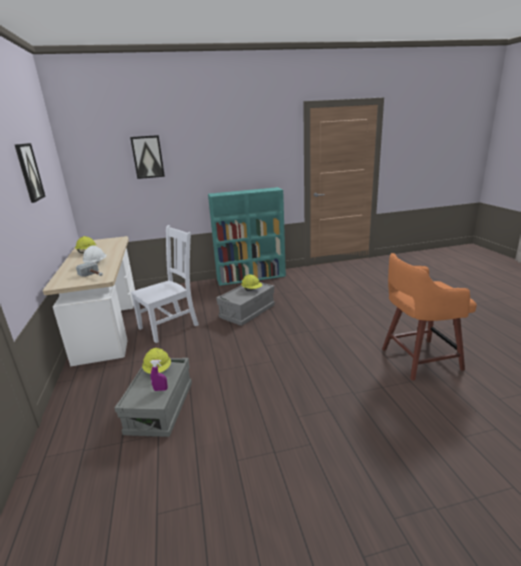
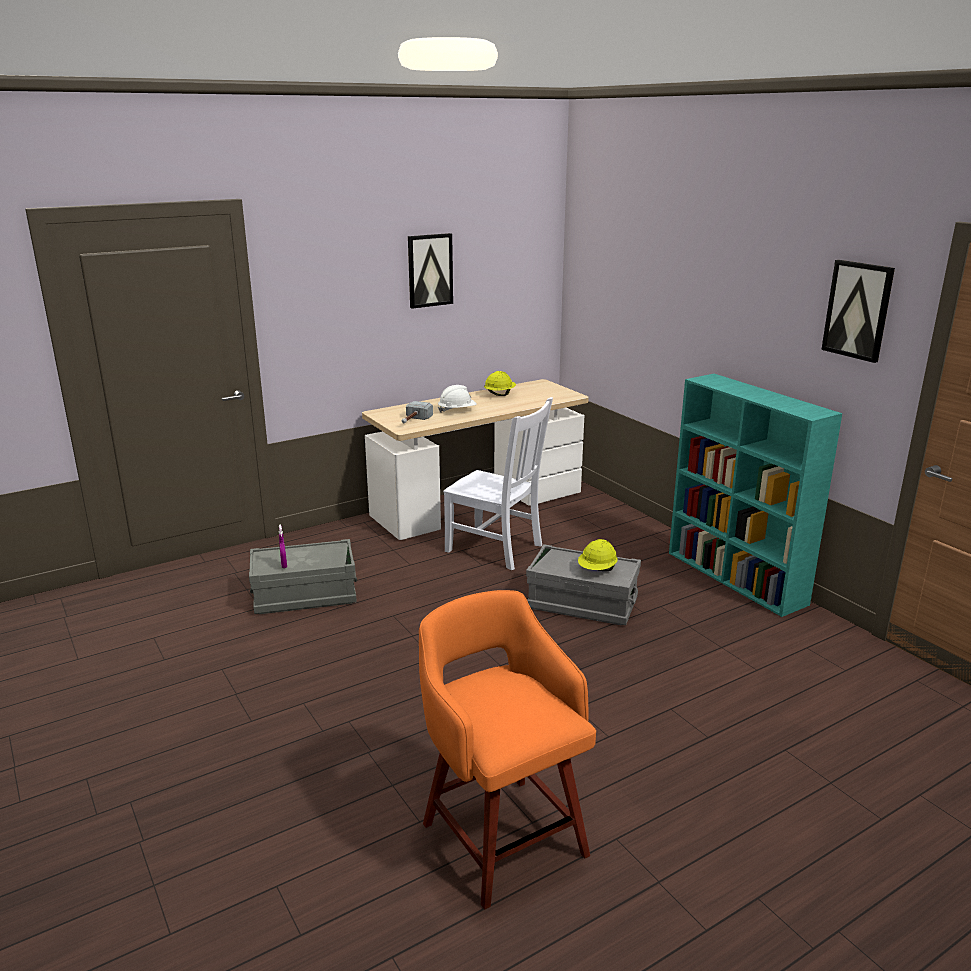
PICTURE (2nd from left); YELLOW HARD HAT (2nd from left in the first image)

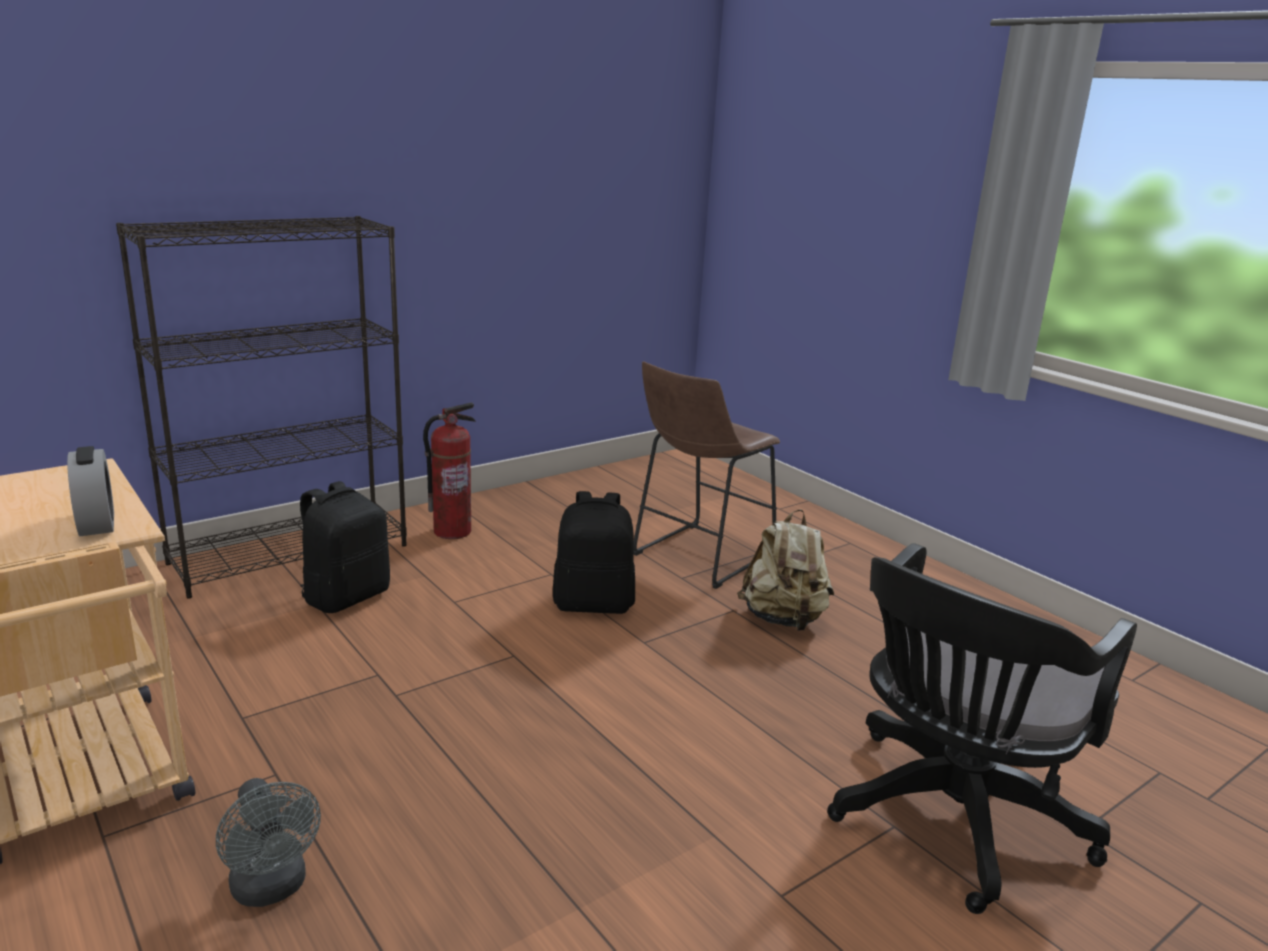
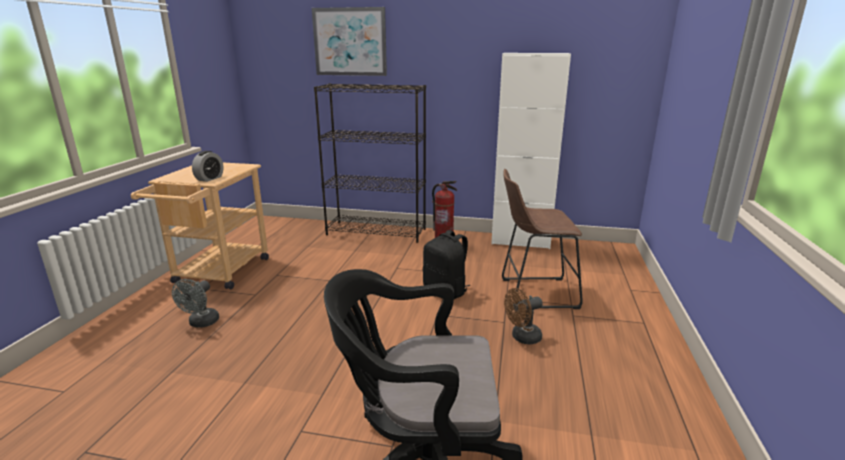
PICTURE; WHITE CABINET; BROWN FAN; BLACK BACKPACK (1st from left in the first image)

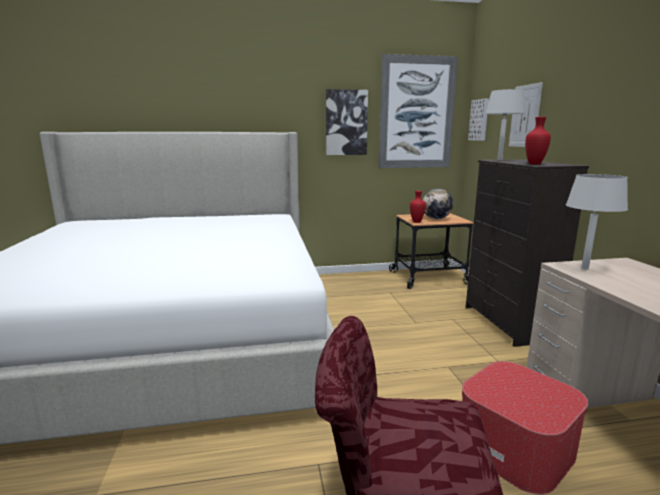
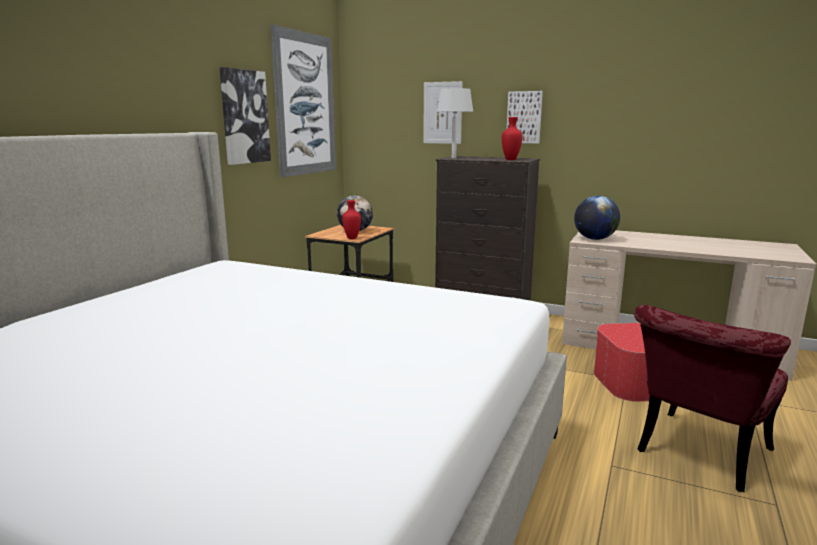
PICTURE (4th from left); GLOBE (2nd from left)

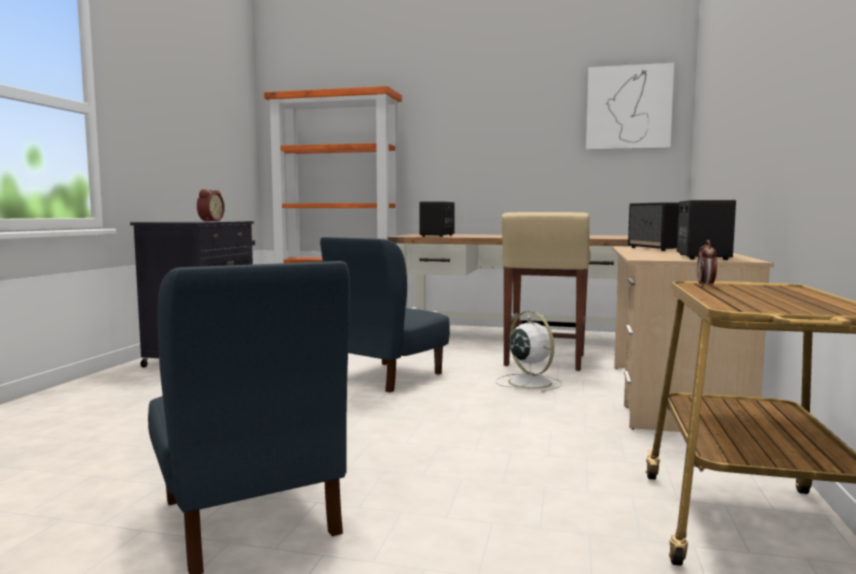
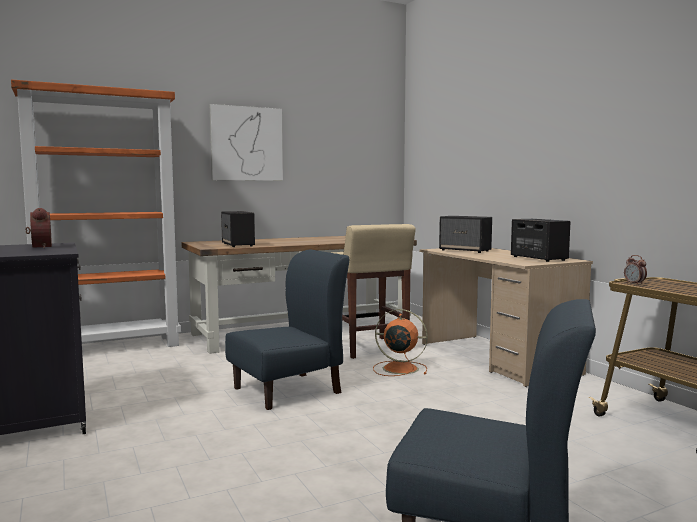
PICTURE; BLUE CHAIR (1st from left); ORANGE FAN

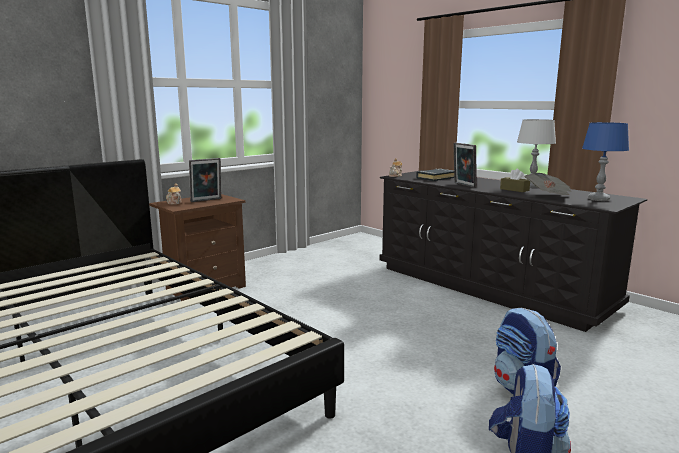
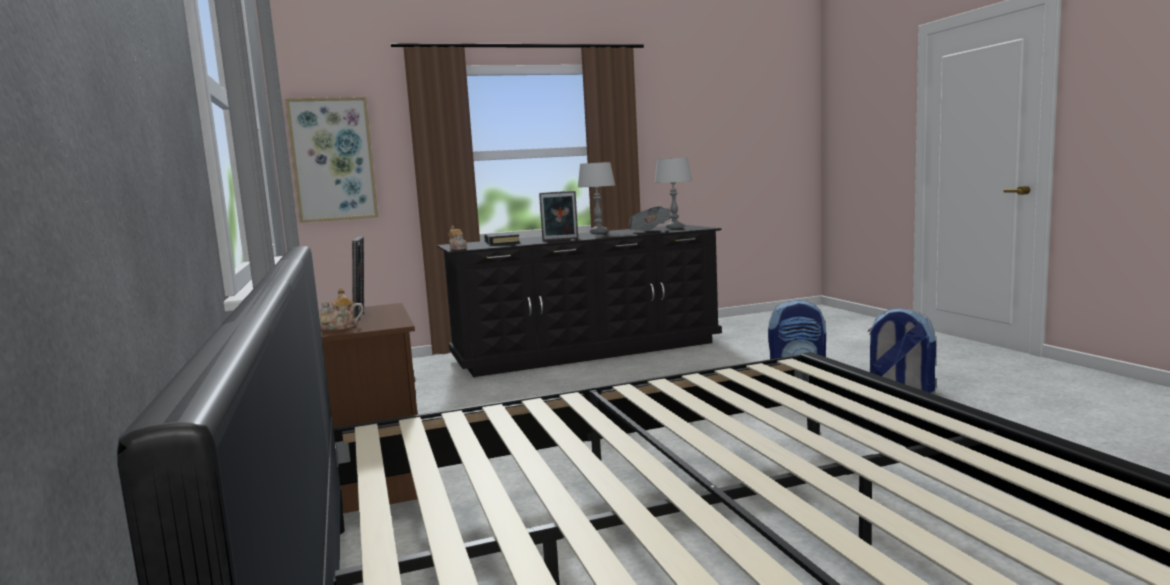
PICTURE; GREY TABLE LAMP (2nd from left); BROWN TISSUE BOX

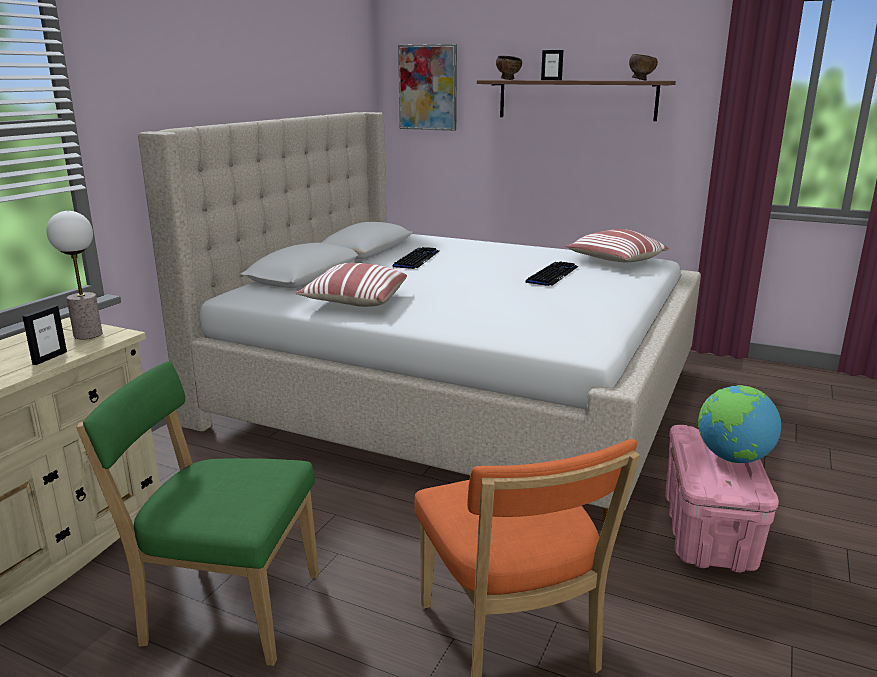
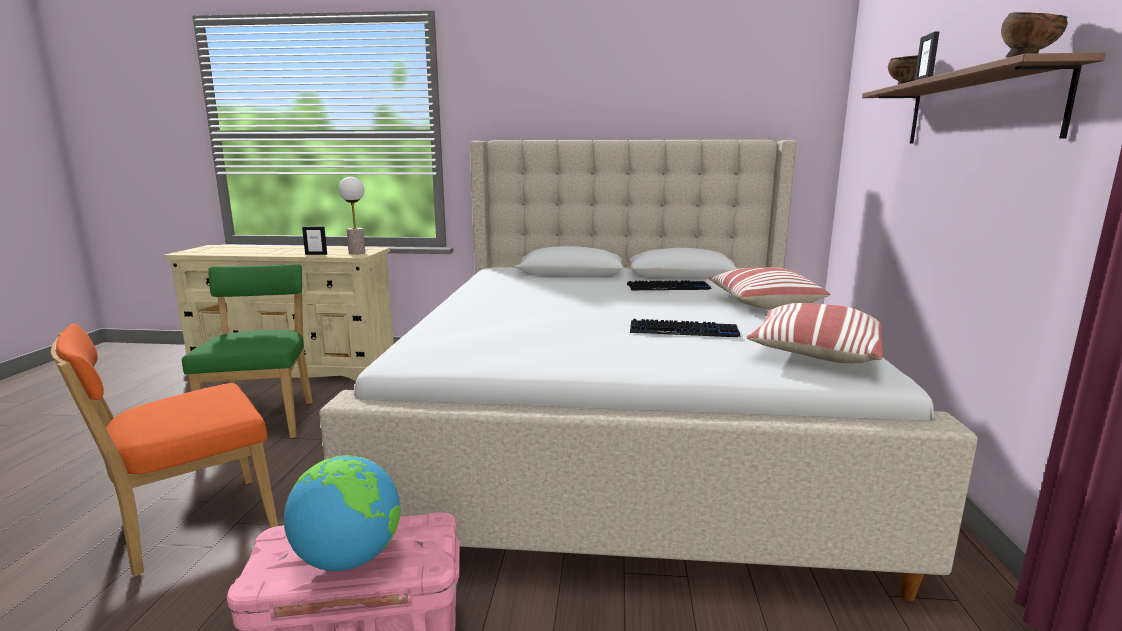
PILLOW (1st from left); PICTURE

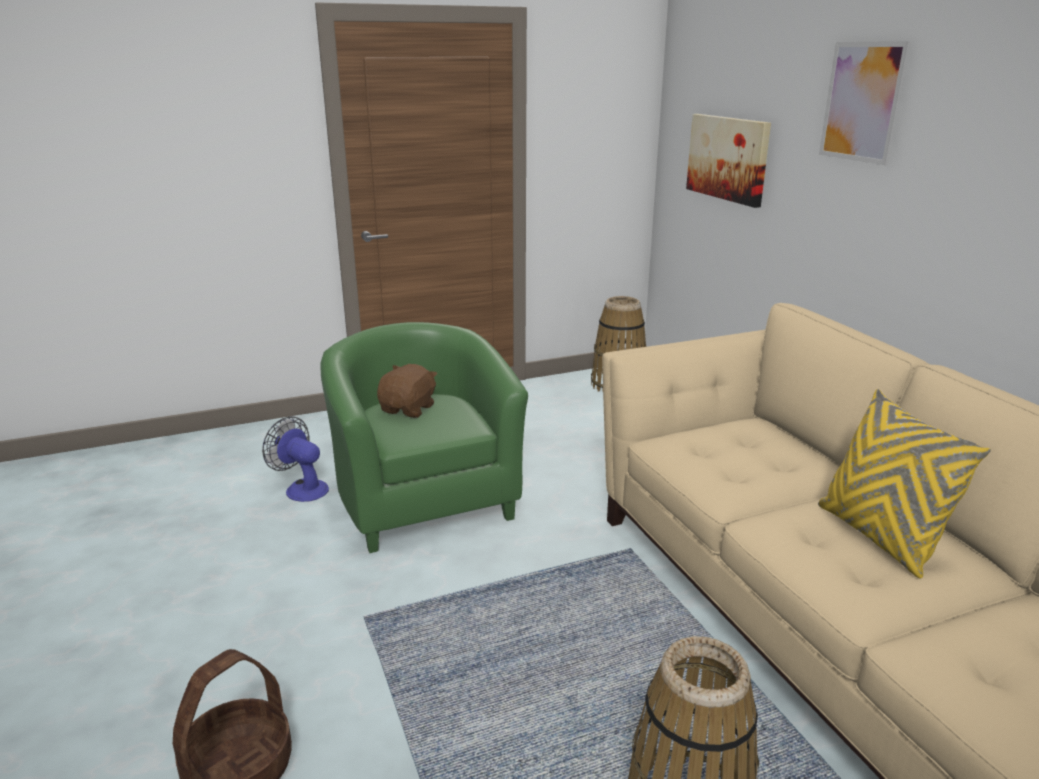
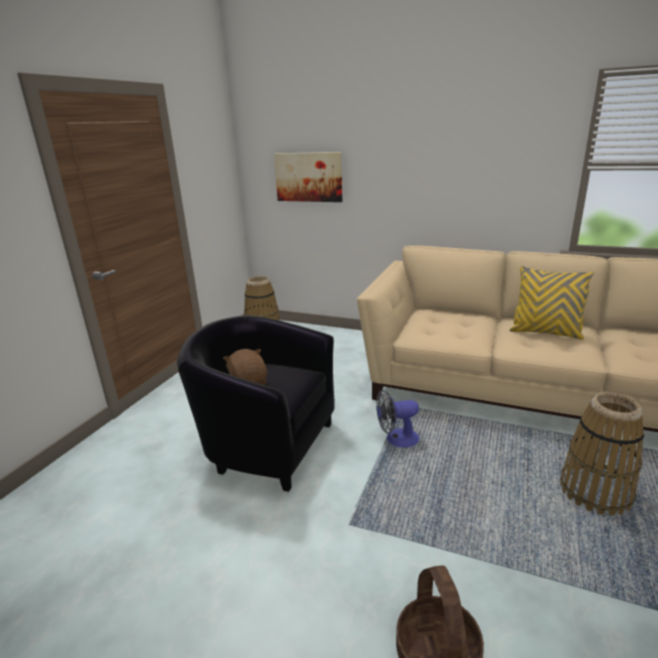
BLACK ARMCHAIR; FAN; PICTURE (2nd from left in the first image)

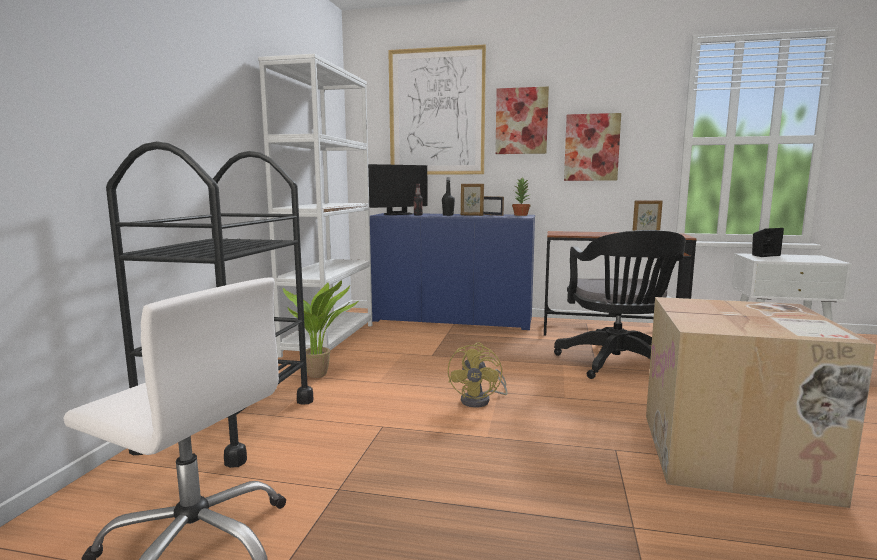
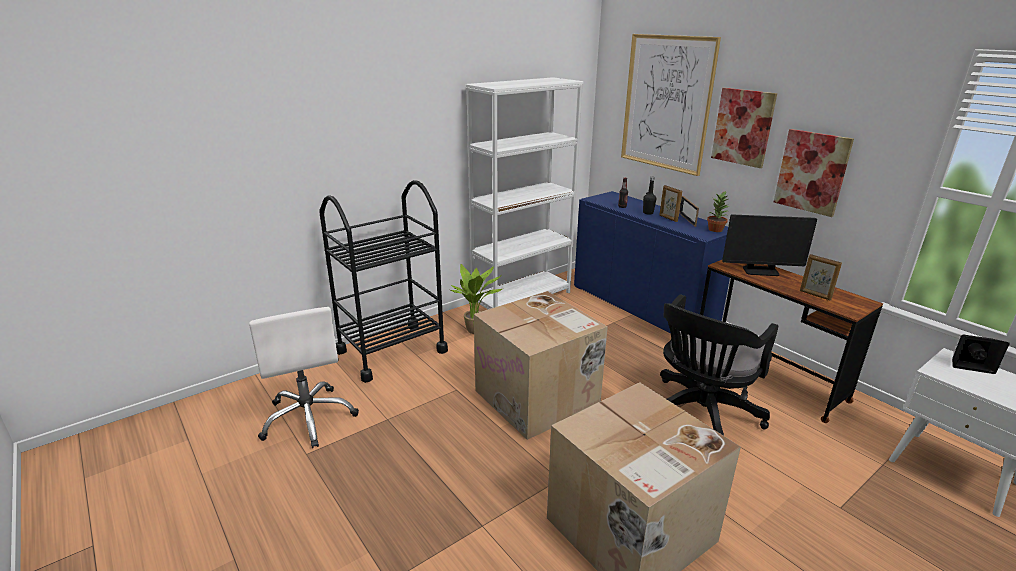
CARDBOARD BOX (1st from left); MONITOR

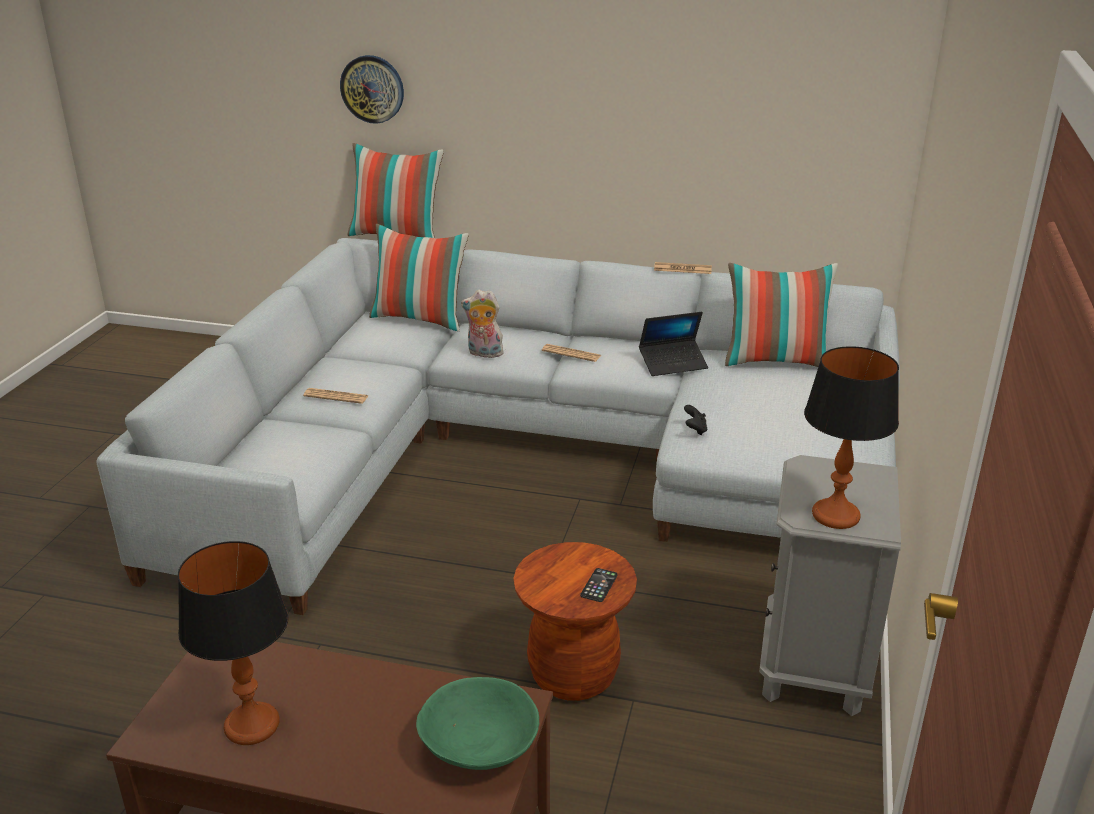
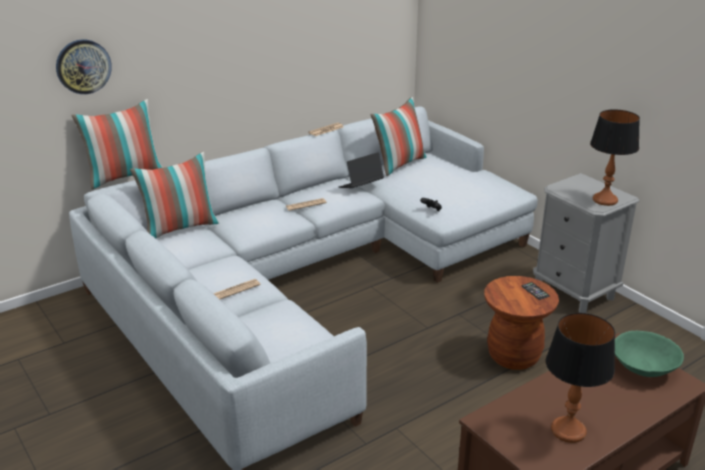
LAPTOP; PLUSH TOY

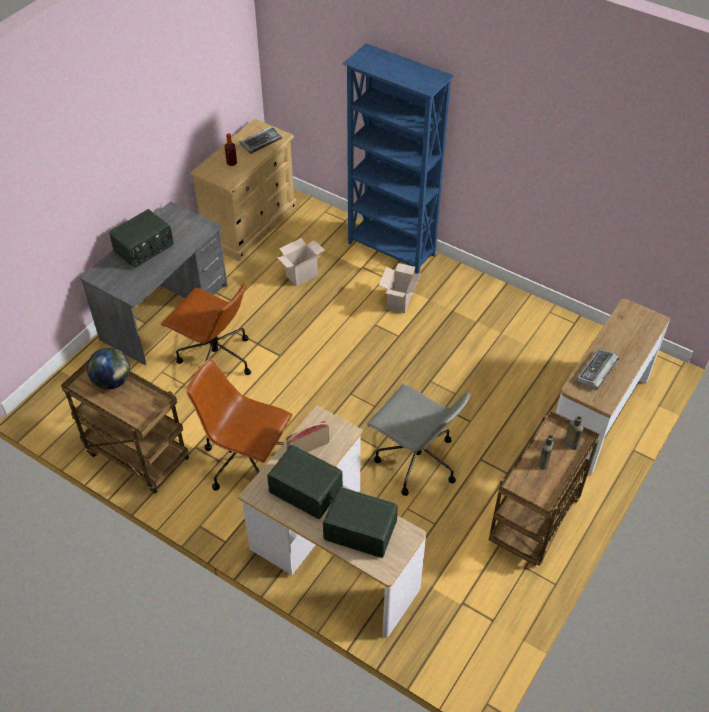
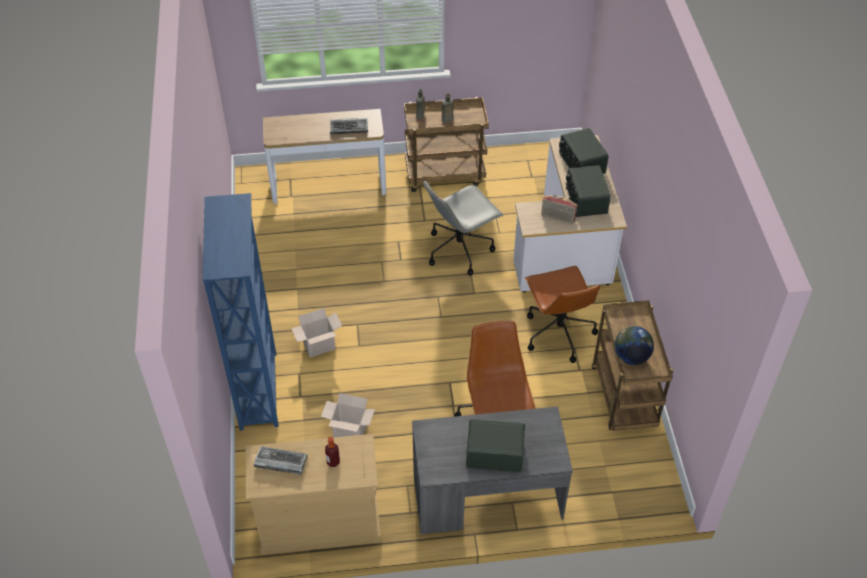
GREY OFFICE CHAIR

